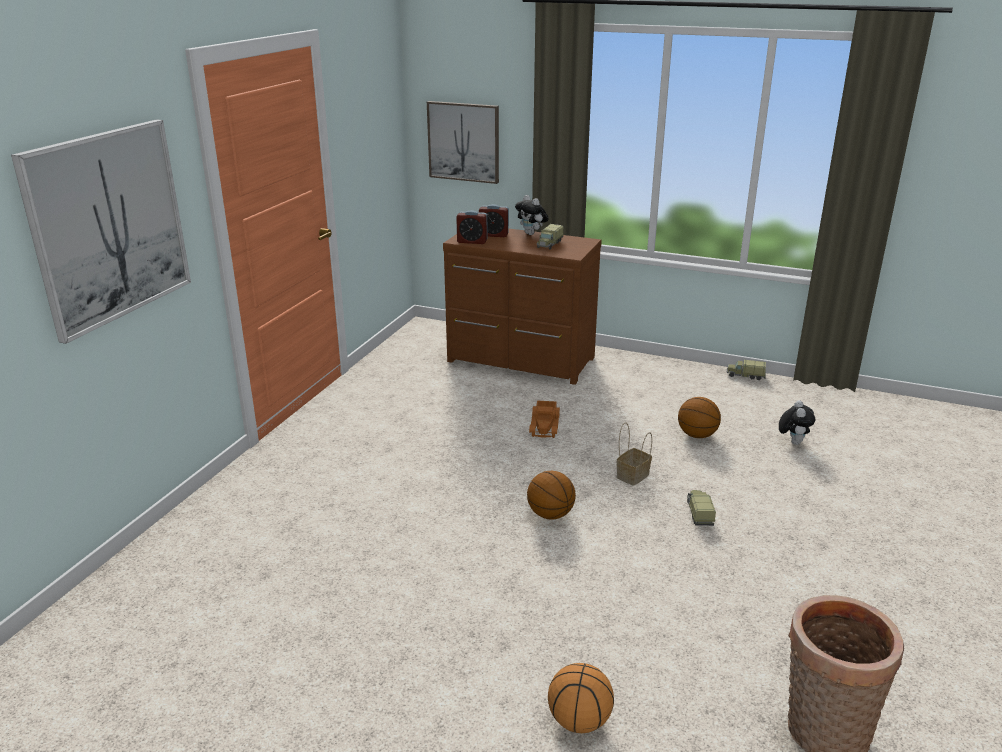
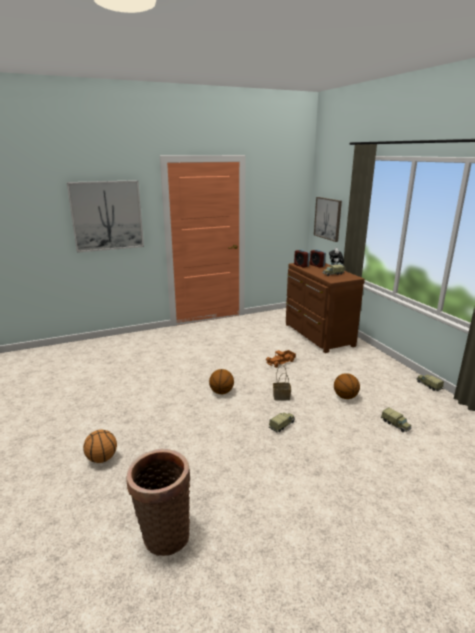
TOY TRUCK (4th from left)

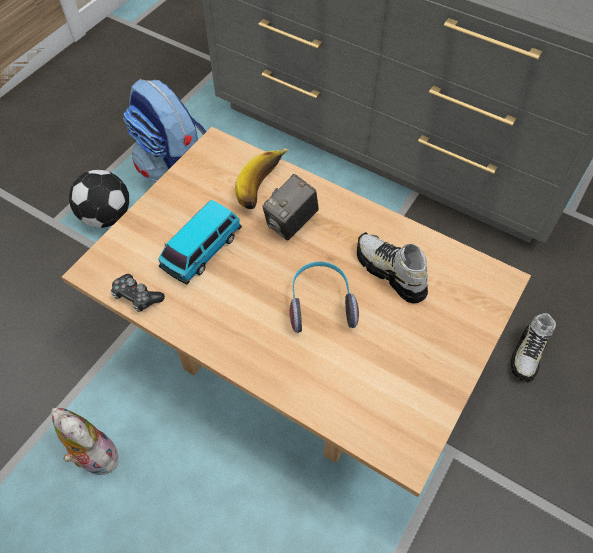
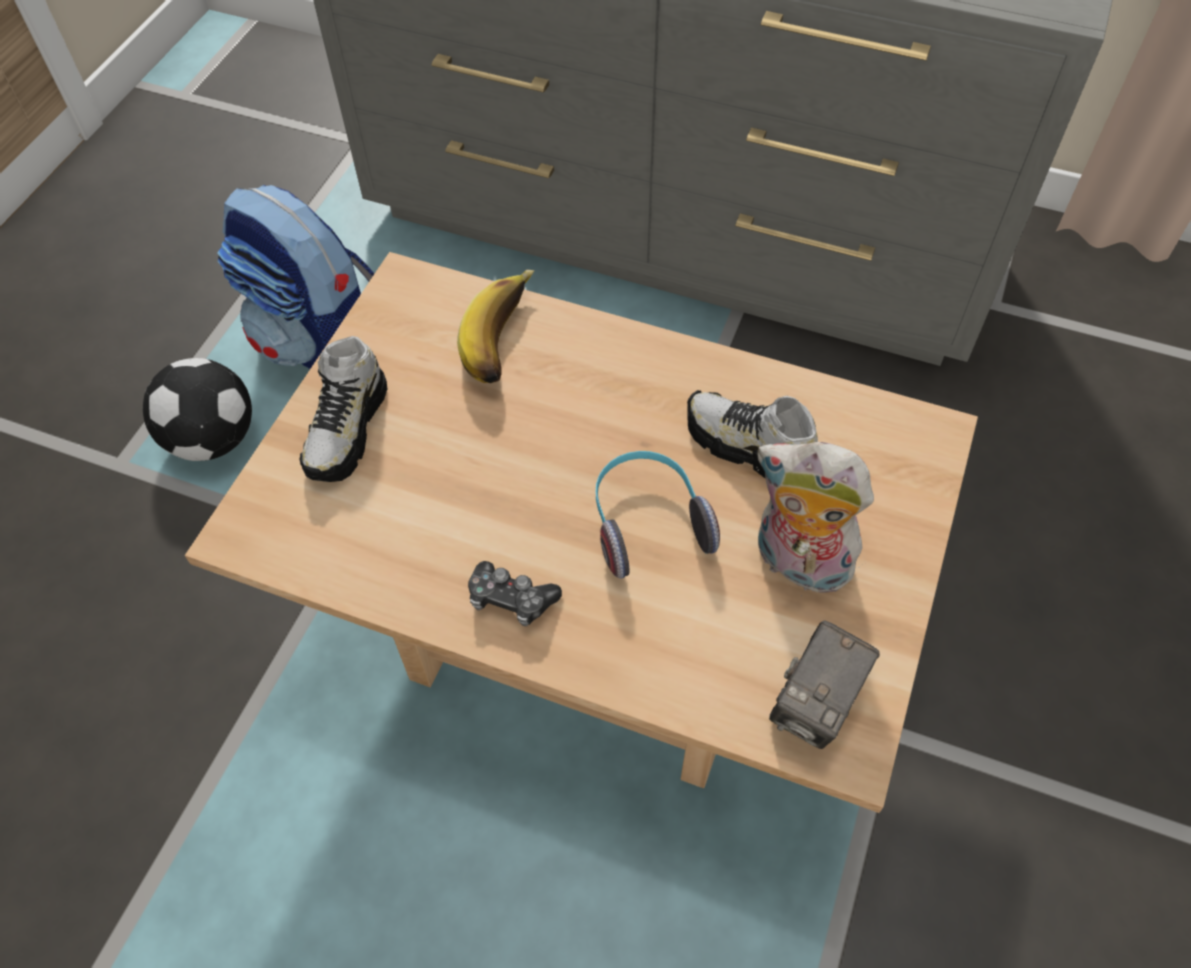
SHOE (1st from left); GAME CONTROLLER; PLUSH TOY; PHOTO CAMERA; TOY CAR

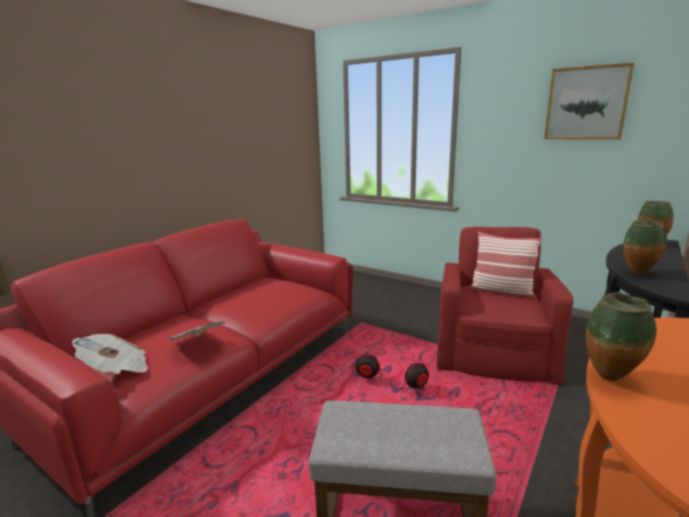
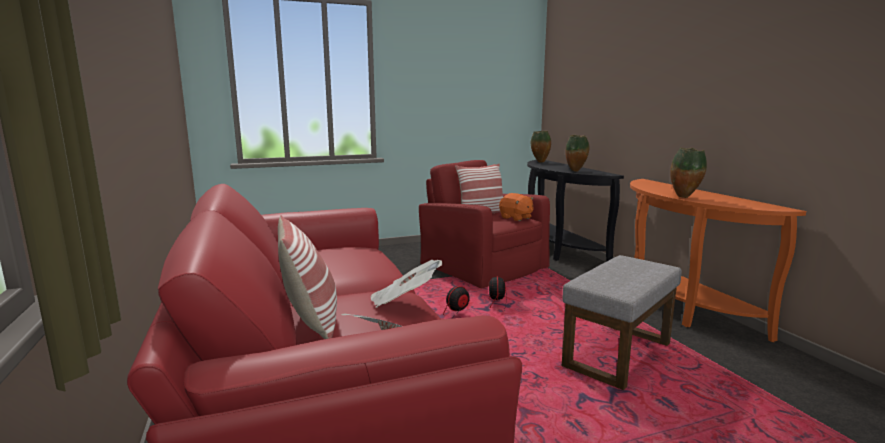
PILLOW (1st from left); ORANGE PLUSH TOY; PICTURE

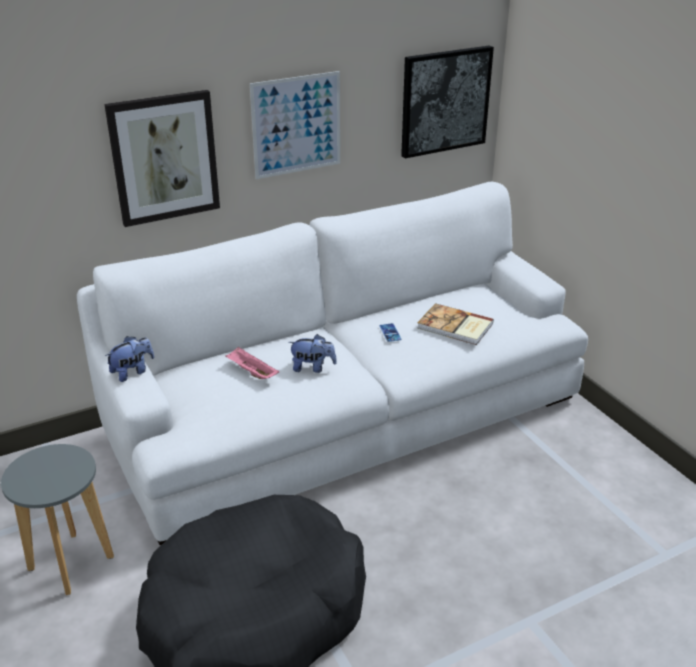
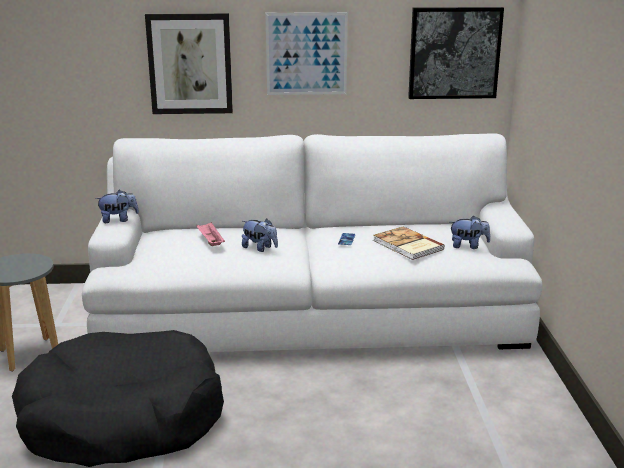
PLUSH TOY (3rd from left)

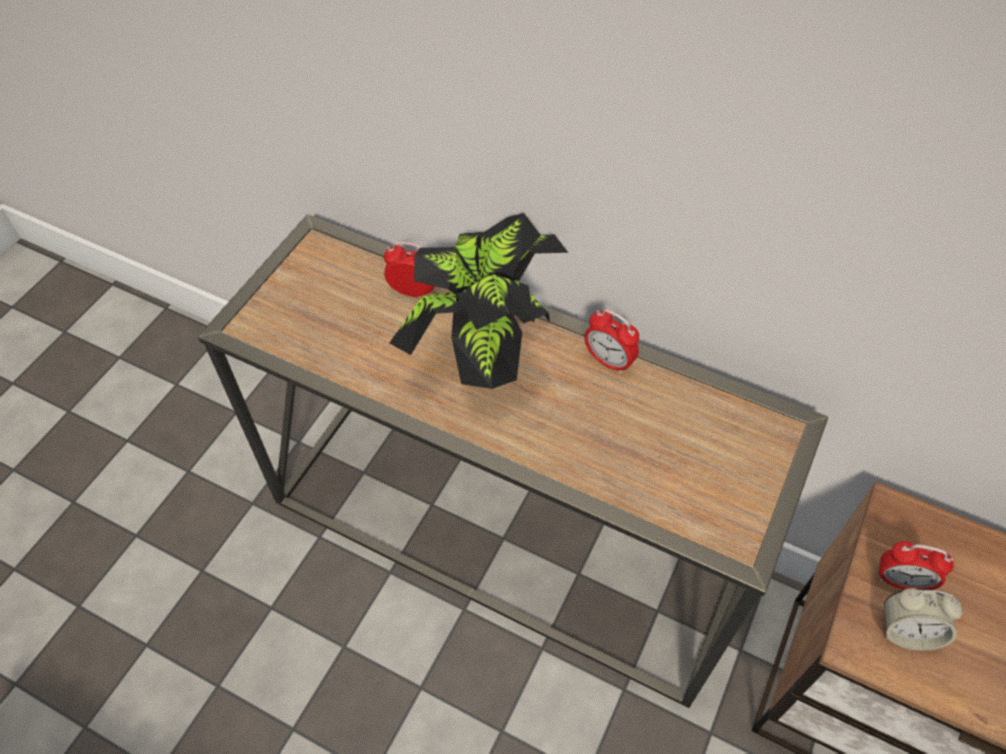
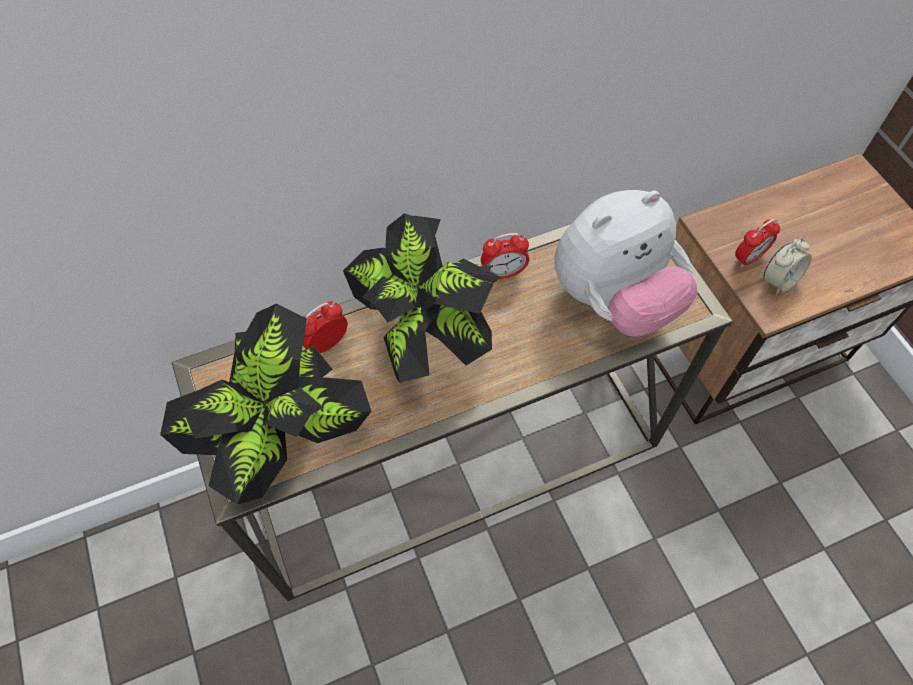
POTTED PLANT (1st from left); PLUSH TOY

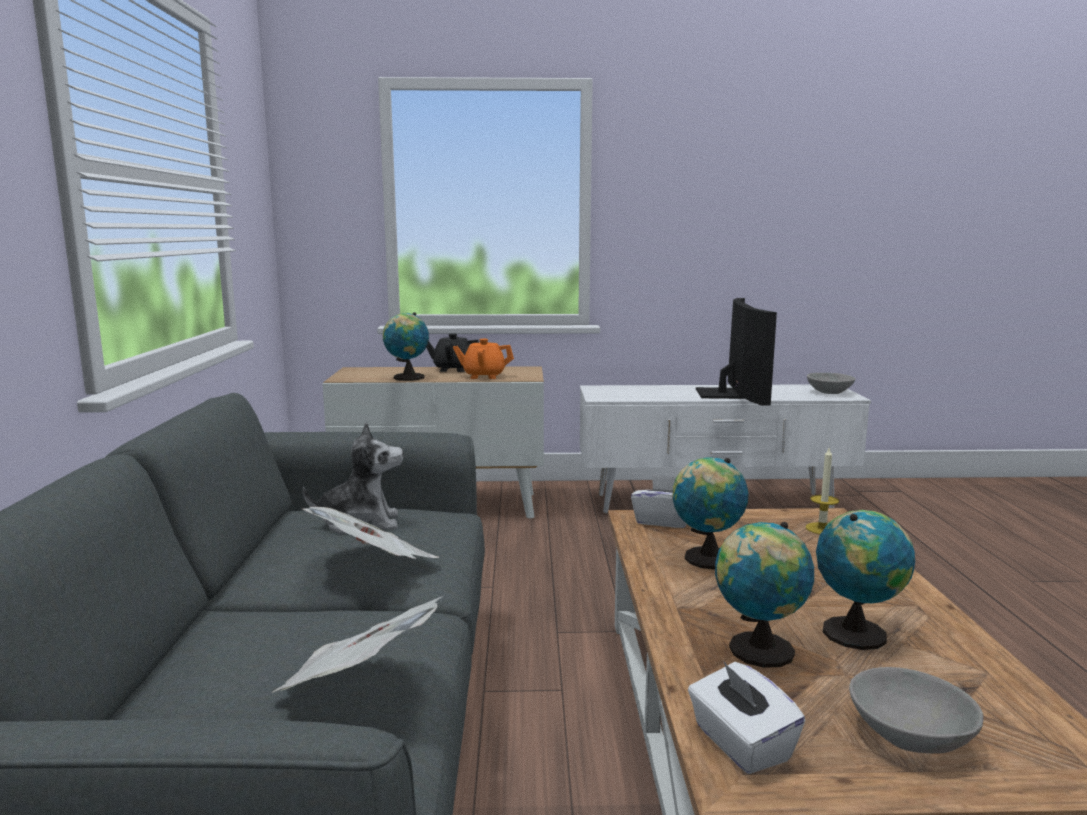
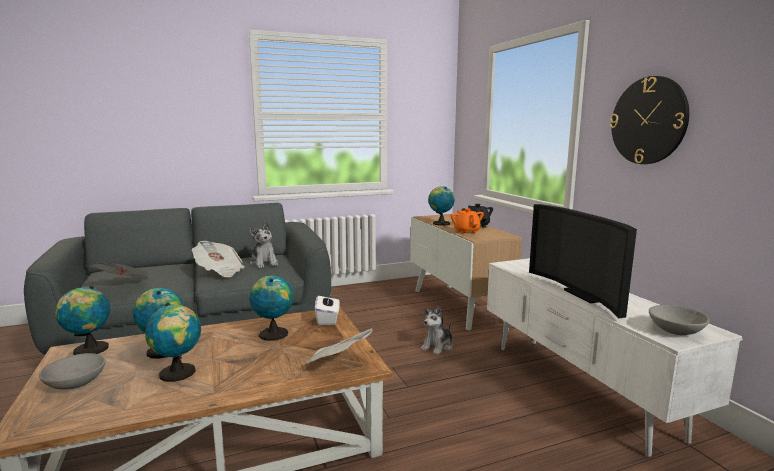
GLOBE (1st from left); NEWSPAPER (3rd from left); PLUSH TOY (2nd from left); TELEVISION; WALL CLOCK

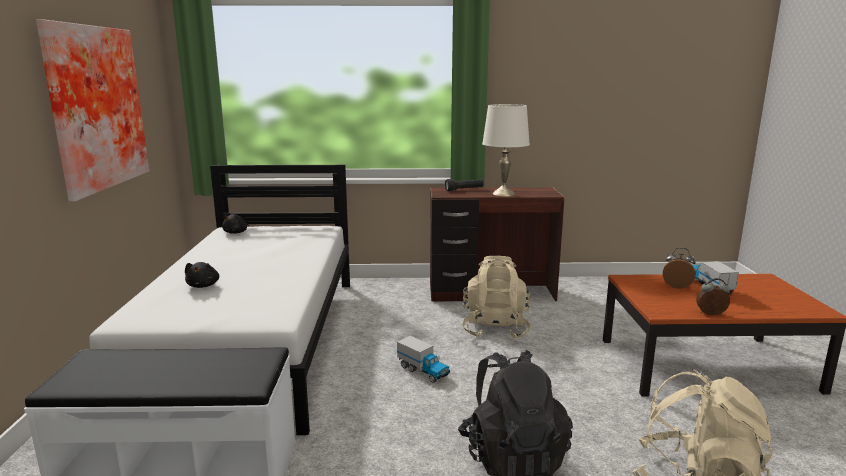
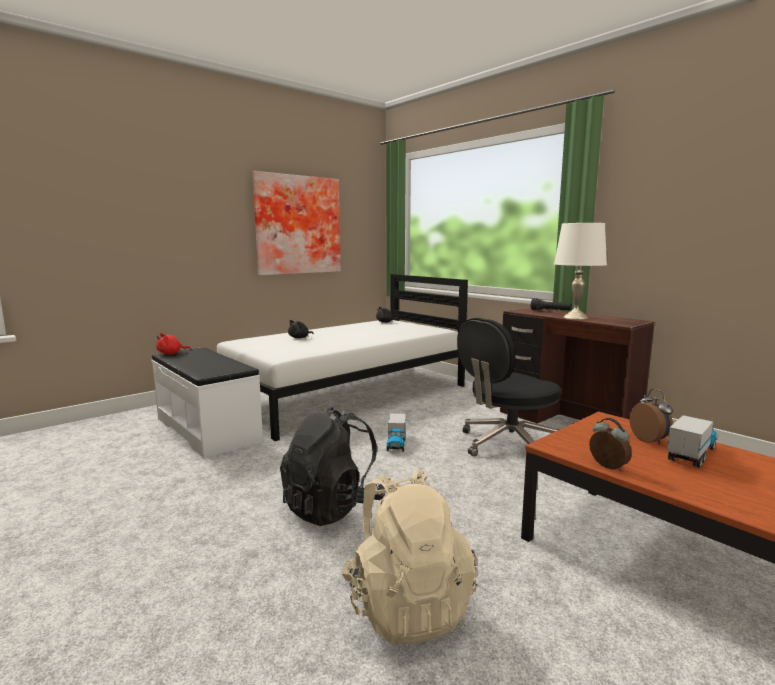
RED PLUSH TOY; BLACK OFFICE CHAIR

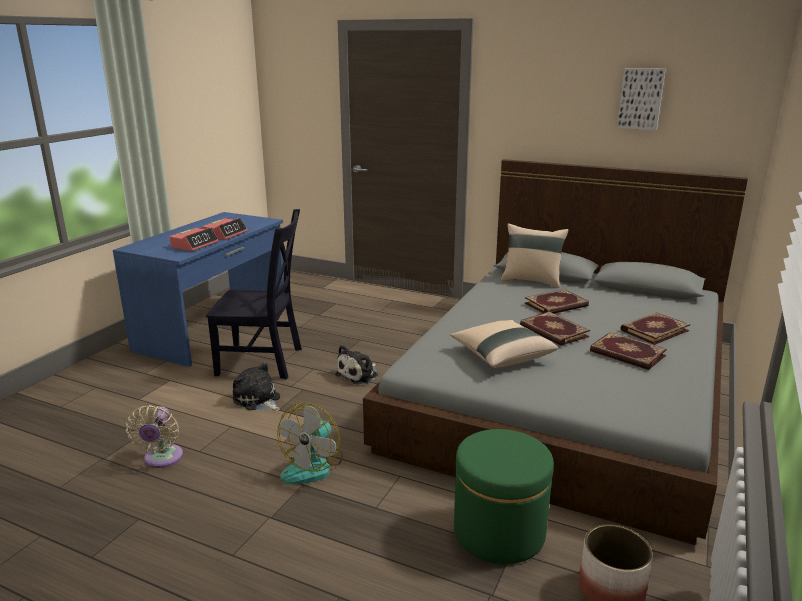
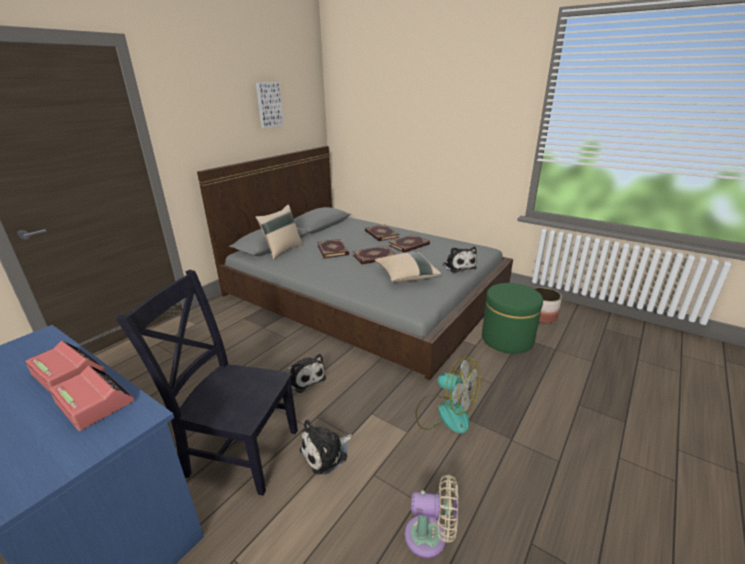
BLACK CHAIR; PLUSH TOY (3rd from left)

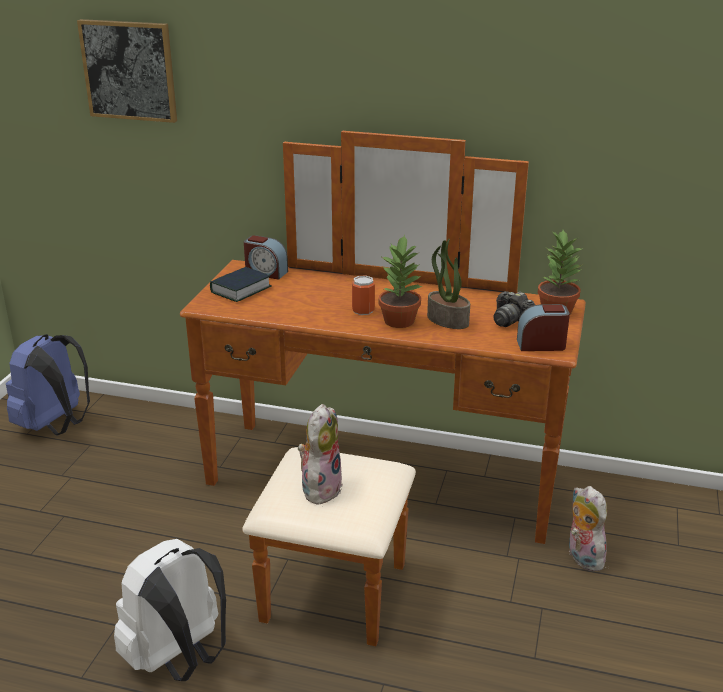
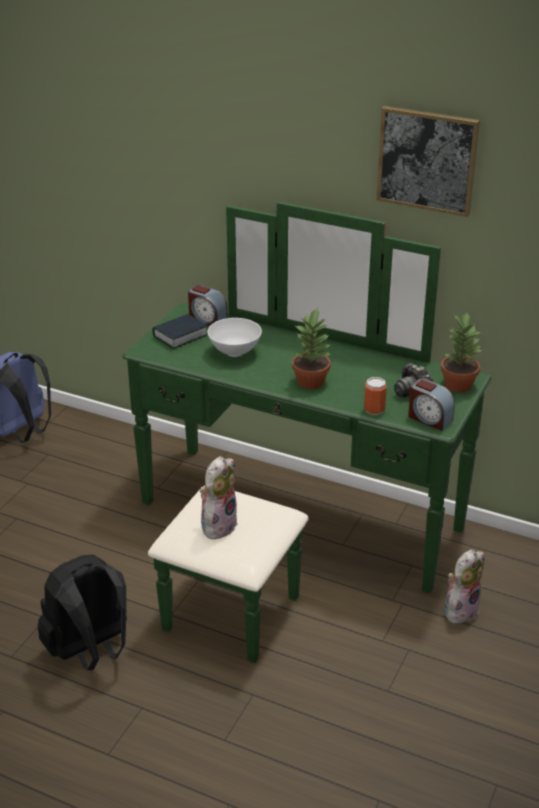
BLACK BACKPACK; GREEN DRESSER; WHITE BOWL; CAN; PICTURE; ALARM CLOCK (2nd from left); PLUSH TOY (2nd from left); POTTED PLANT (2nd from left in the first image)

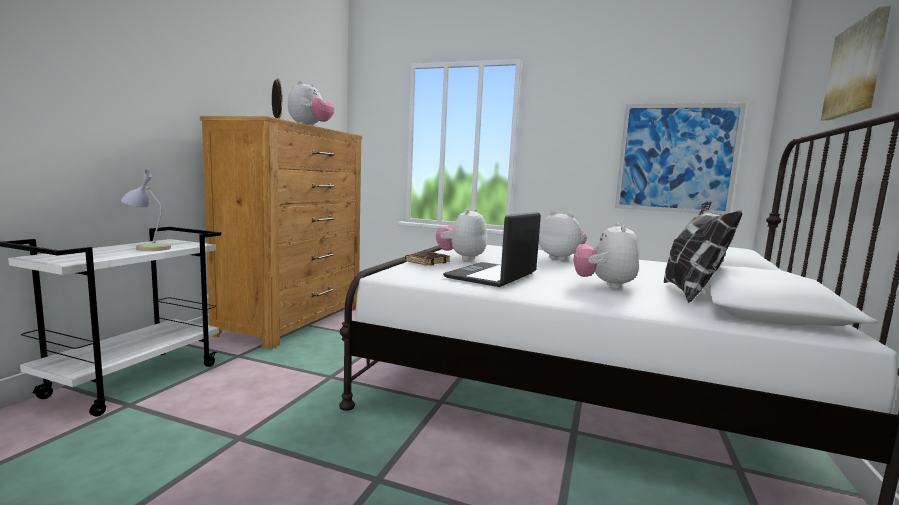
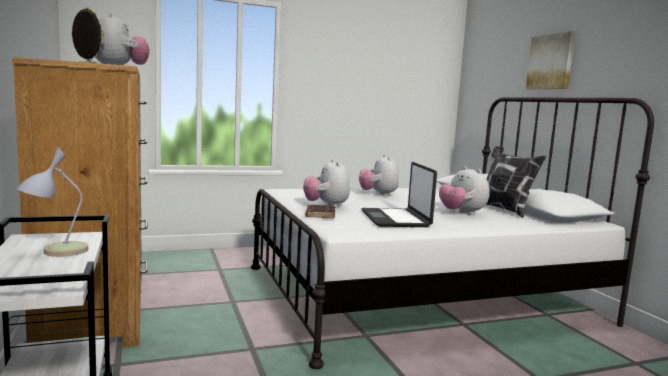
PLUSH TOY (3rd from left); PICTURE (1st from left in the first image)

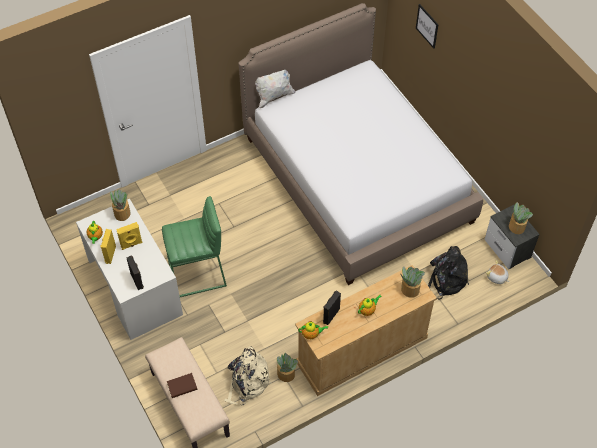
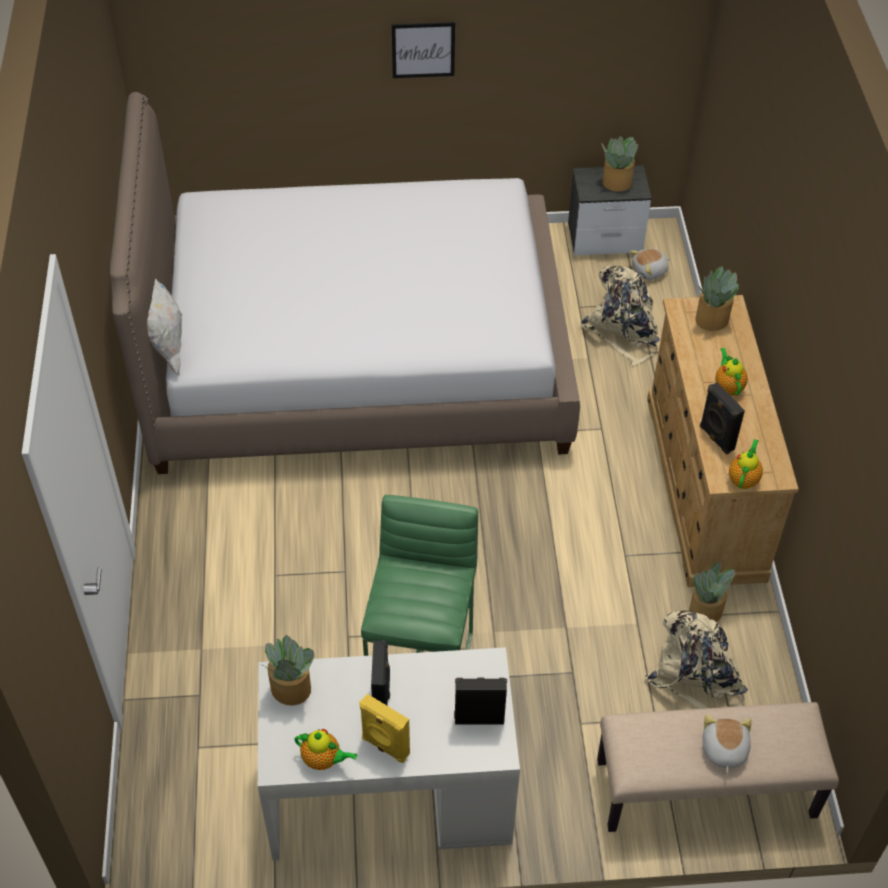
BLACK SPEAKER (1st from left); PICTURE; BEIGE BACKPACK (1st from left); PLUSH TOY (2nd from left)

